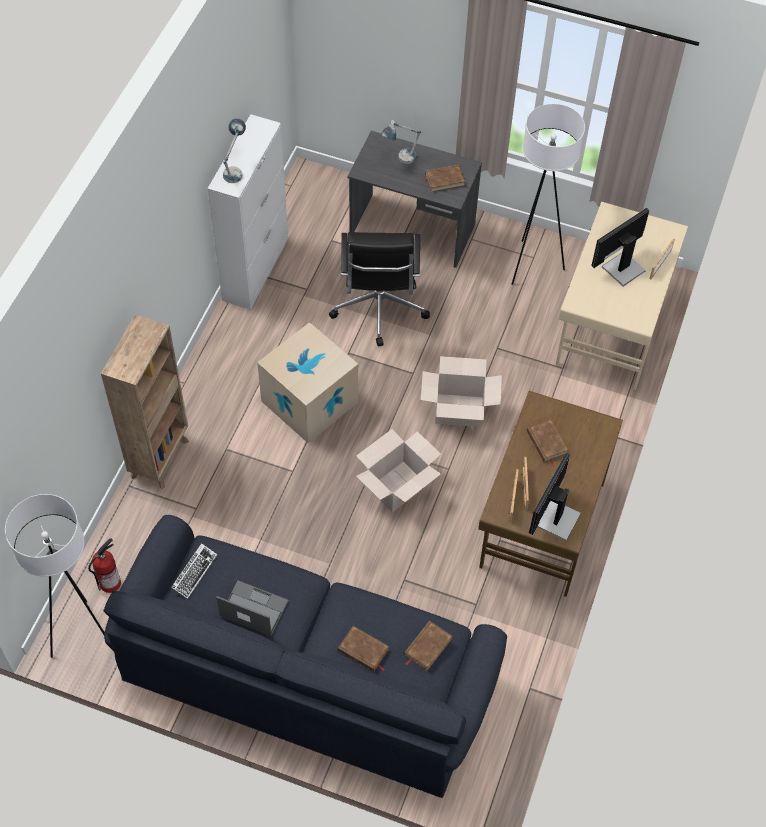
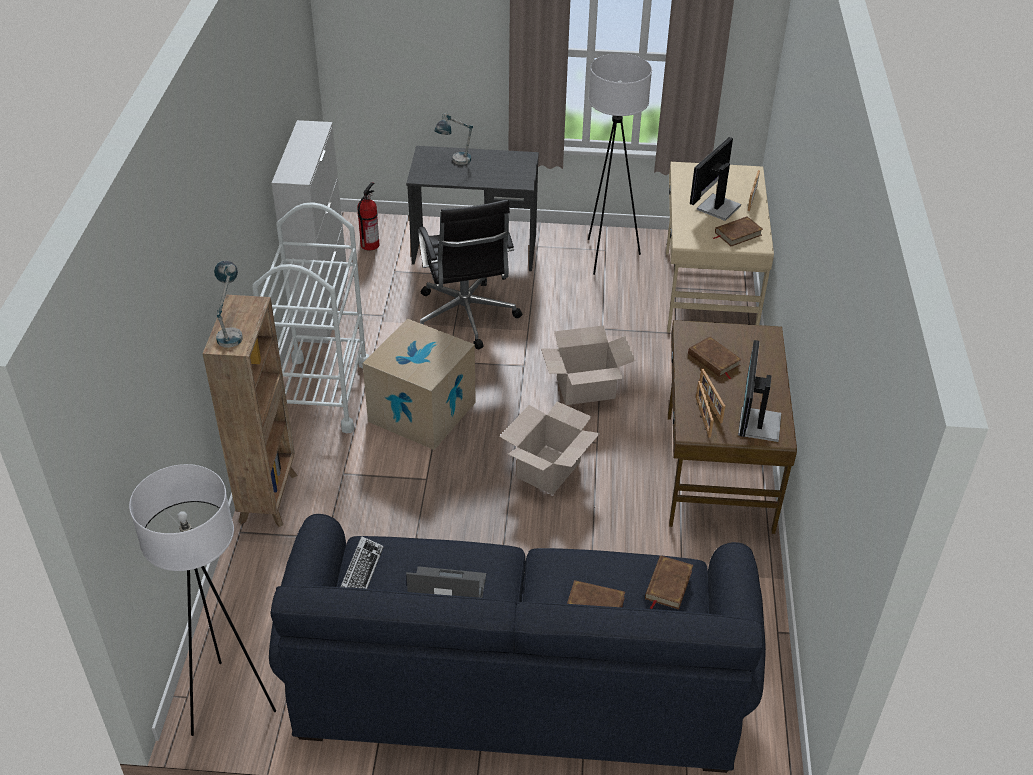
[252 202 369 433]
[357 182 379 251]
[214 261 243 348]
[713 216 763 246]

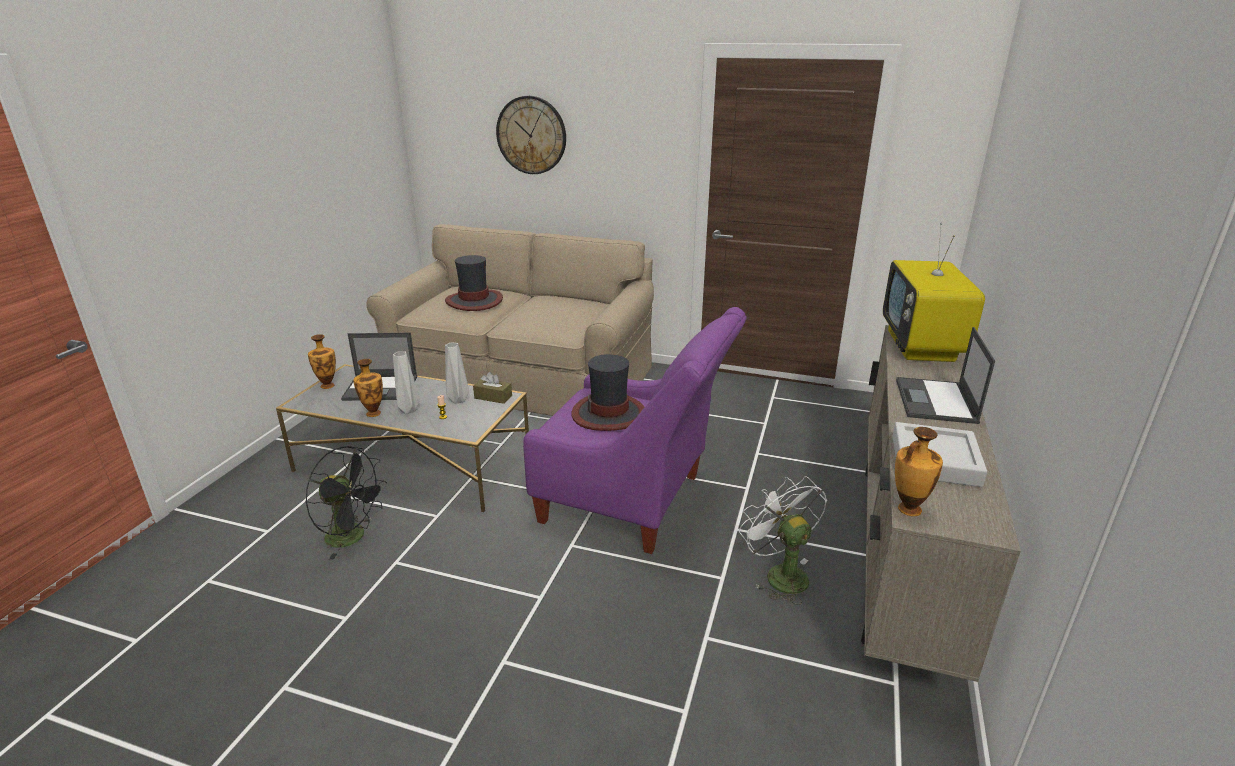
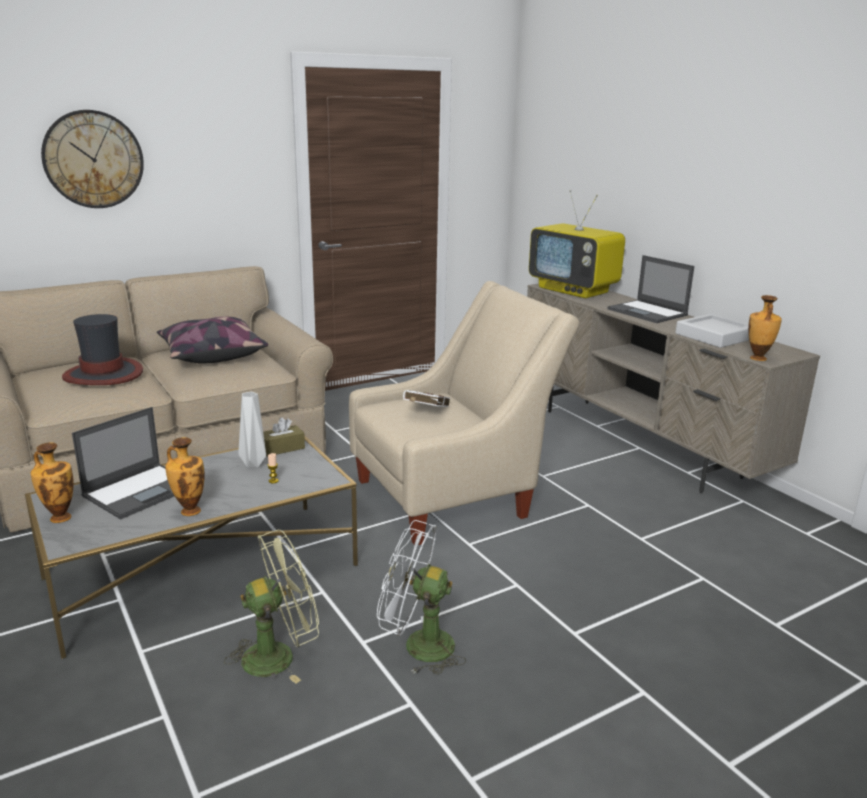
[393 351 420 414] (first image)
[157 317 268 363]
[377 520 466 675]
[403 390 450 407]
[224 529 319 683]
[349 281 580 545]

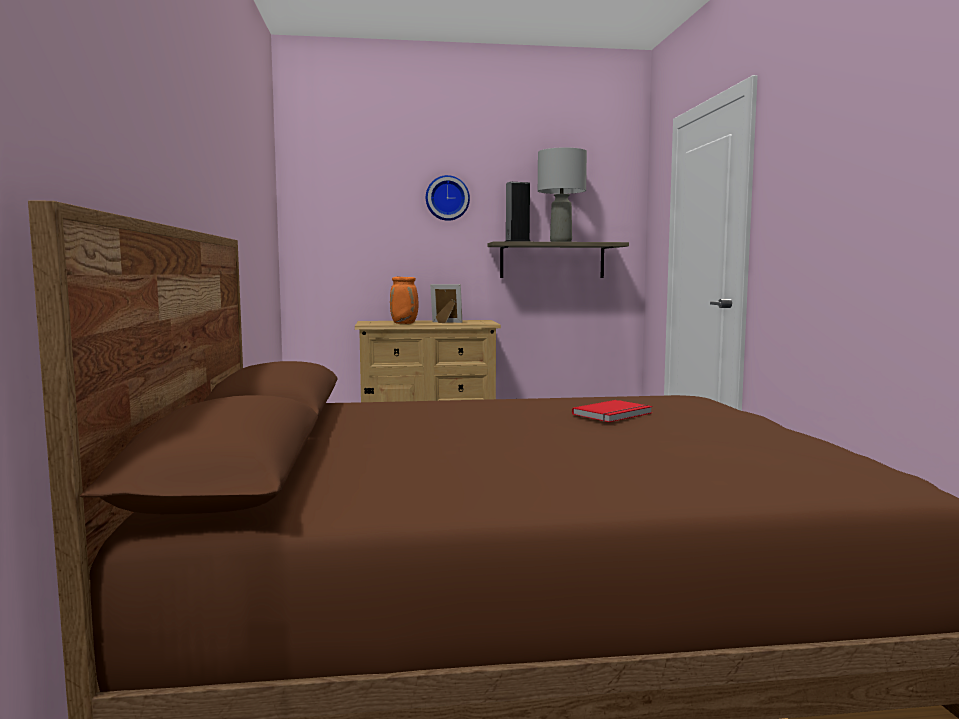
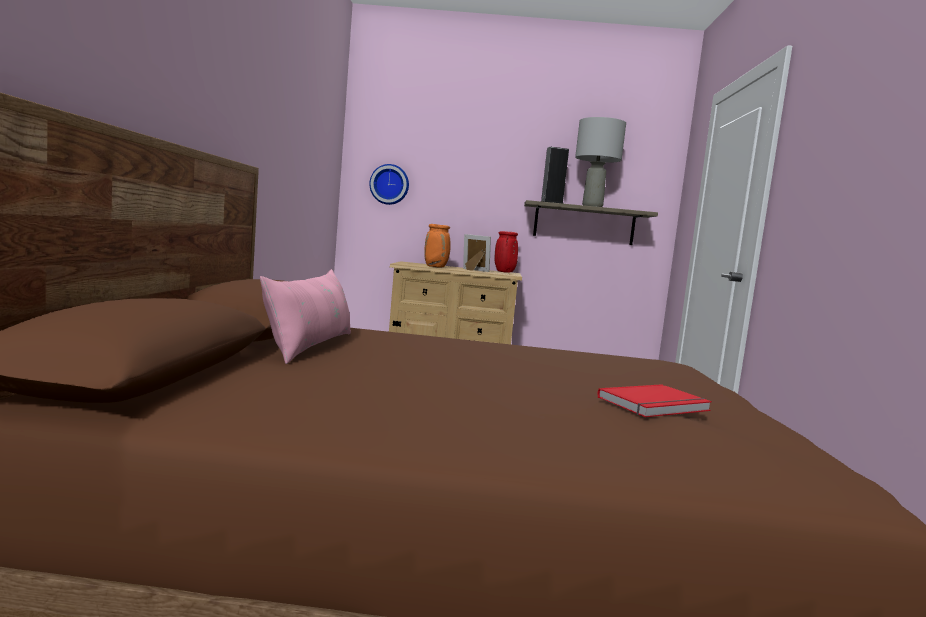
[260 269 351 364]
[494 231 518 272]
[369 164 409 205]
[597 384 712 417]

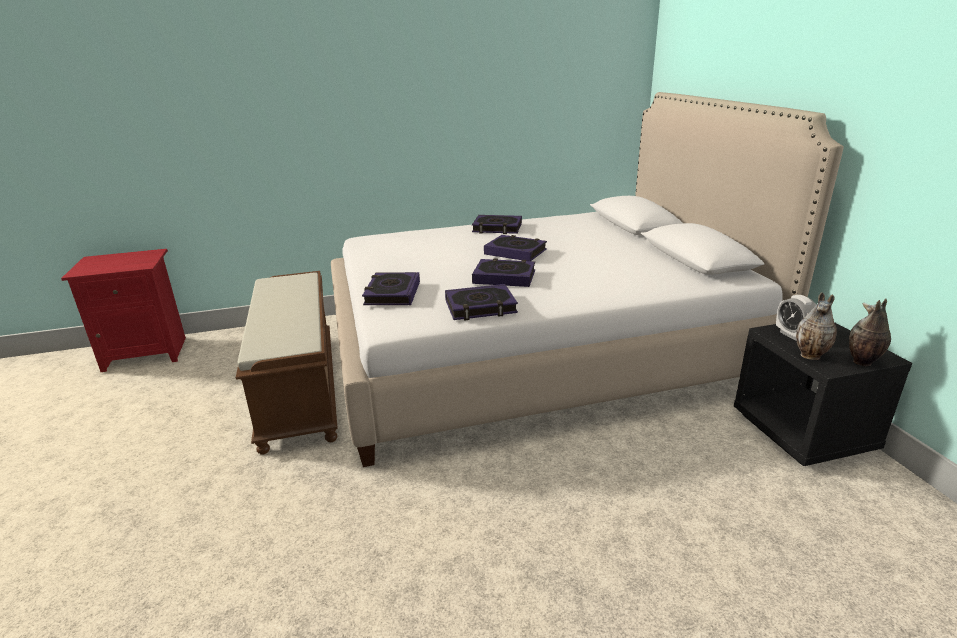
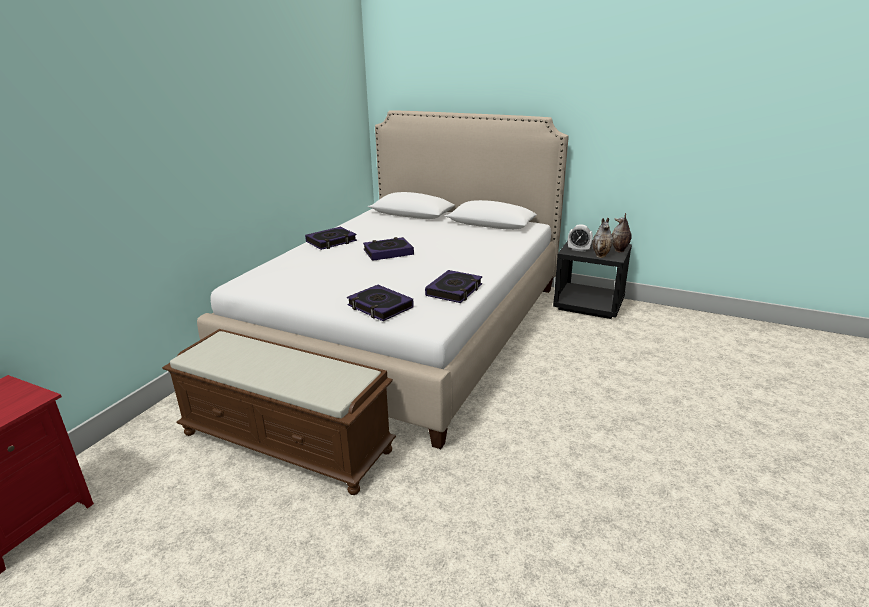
[472 258 535 287] (first image)

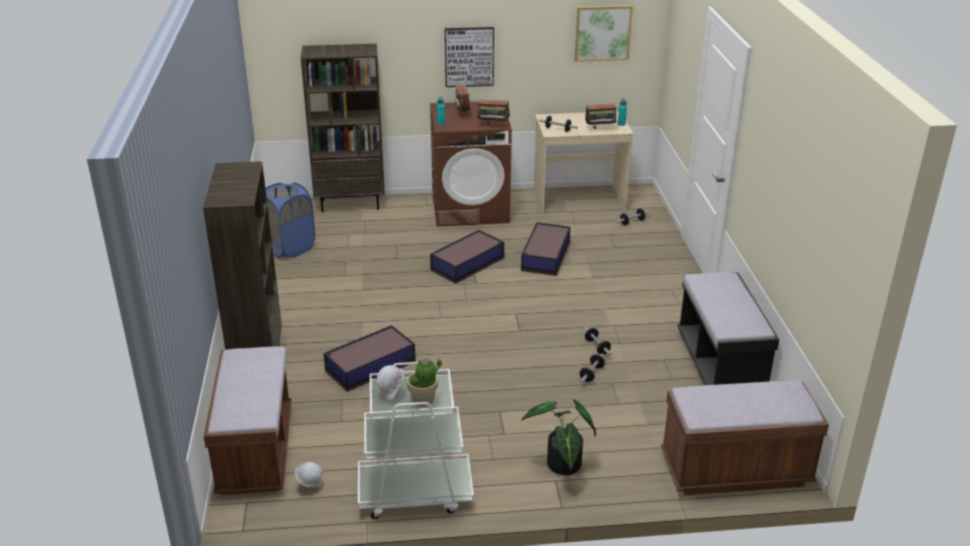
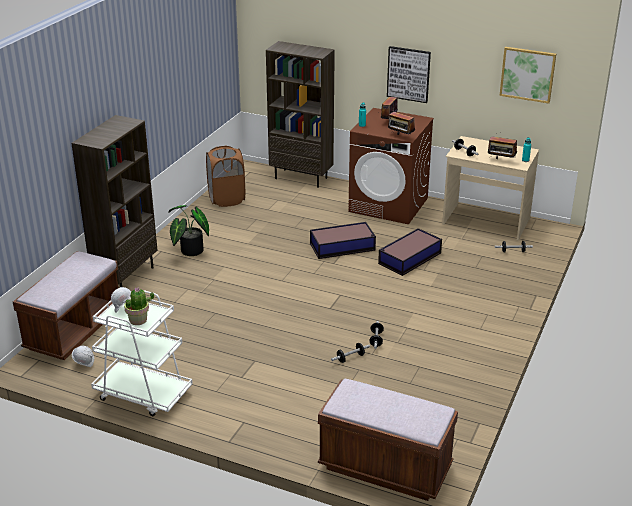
[324 325 416 392] (first image)
[677 272 779 385] (first image)
[168 205 209 256]
[206 146 245 207]

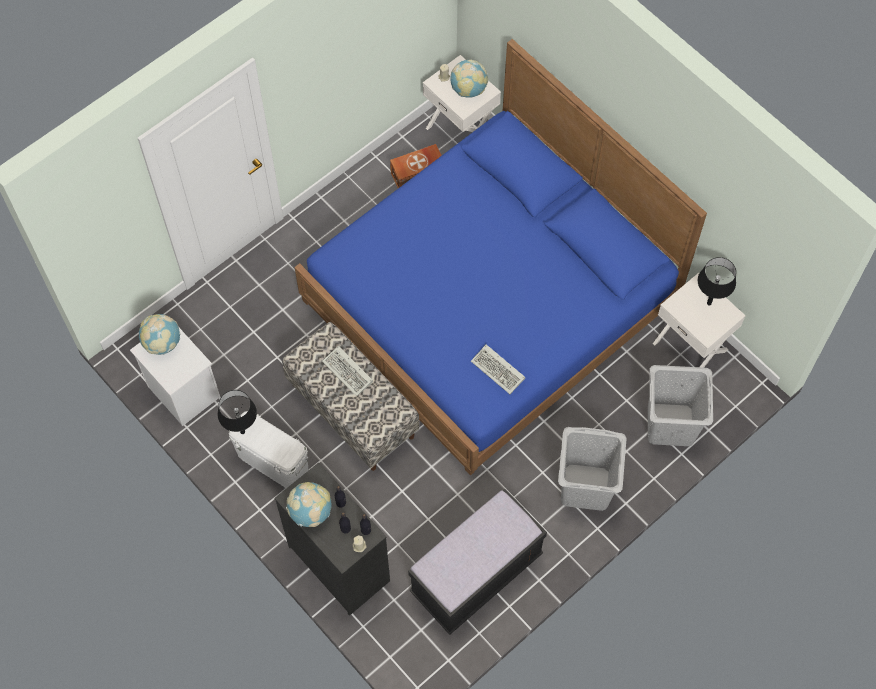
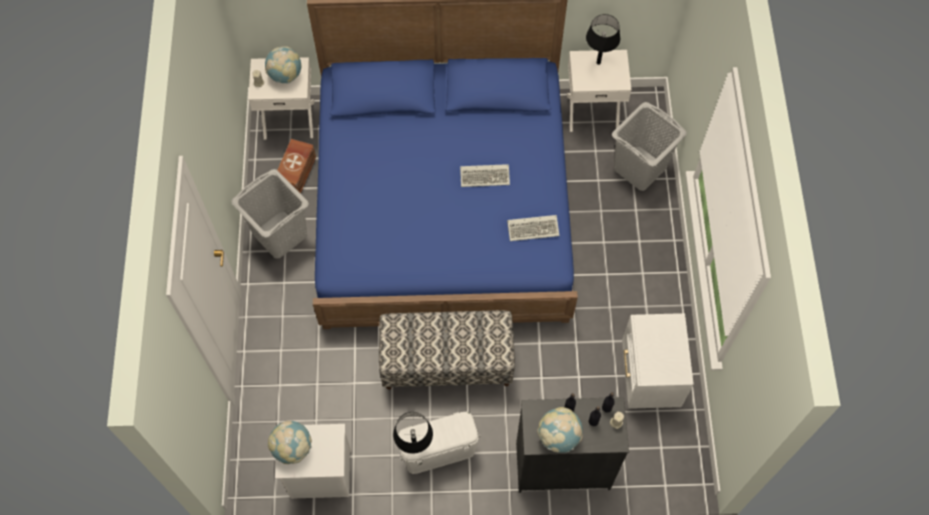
[460 164 510 187]
[231 169 309 259]
[622 313 694 409]

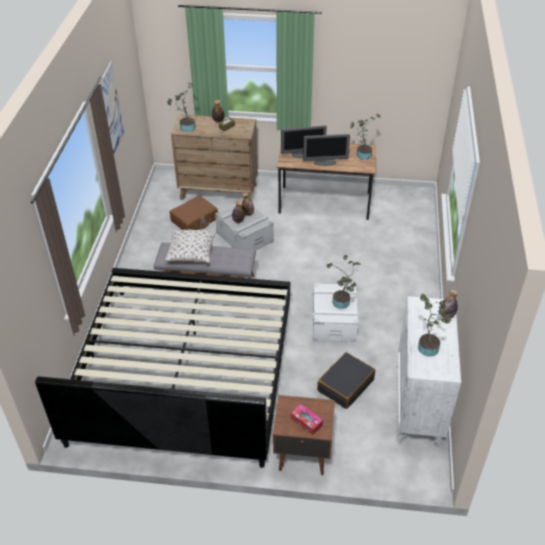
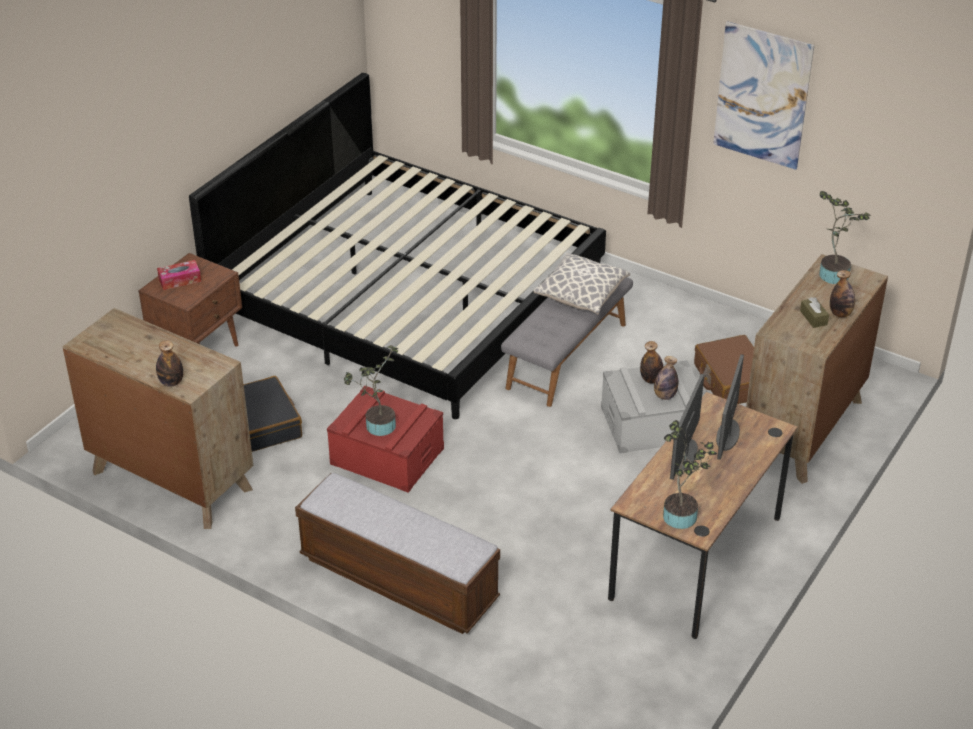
[418 294 451 356] (first image)
[295 473 500 634]
[327 386 444 493]
[62 308 253 529]

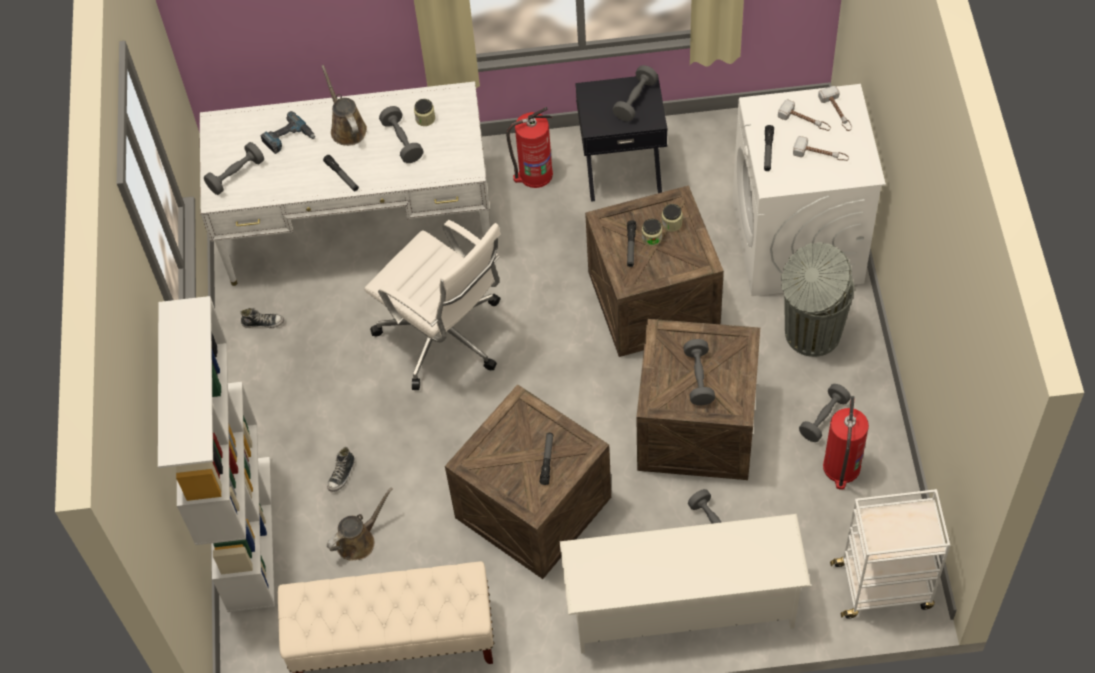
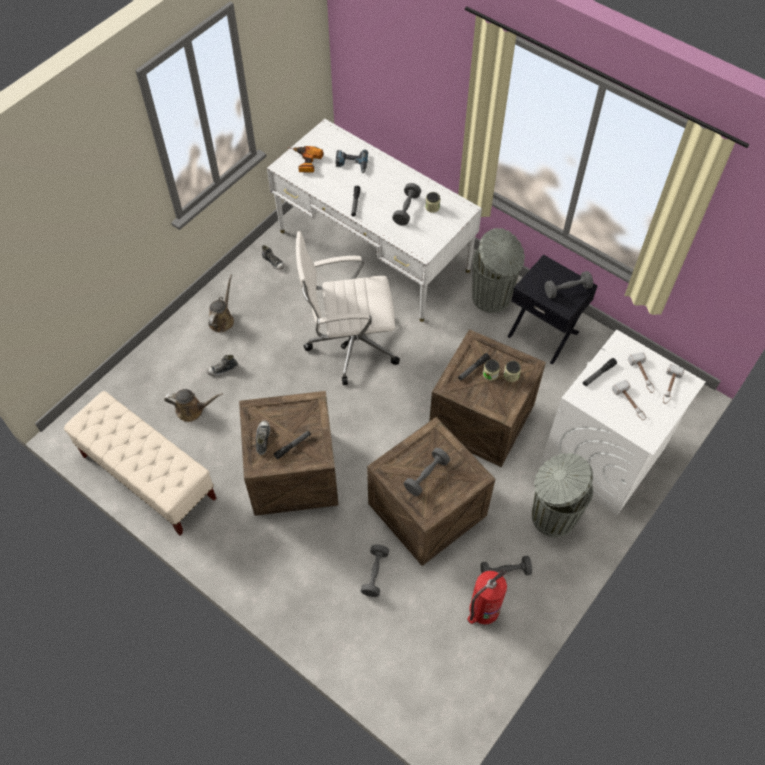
[158 296 275 612] (first image)
[559 514 811 654] (first image)
[830 489 950 619] (first image)
[256 420 270 455]
[208 275 234 333]
[288 146 323 172]
[472 228 525 313]
[296 231 400 385]

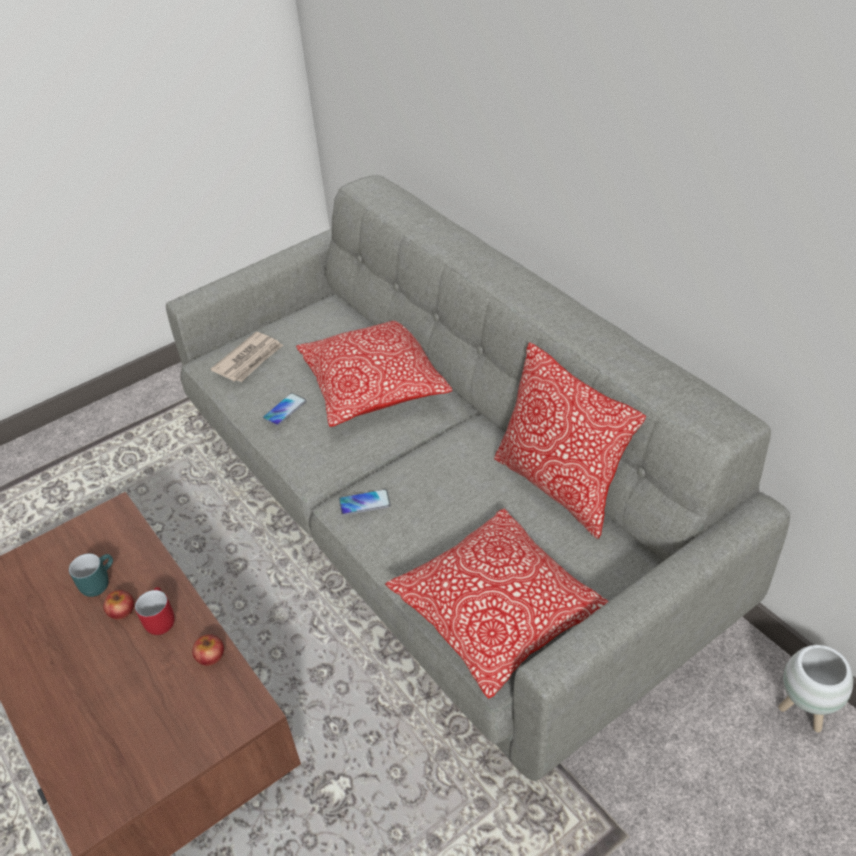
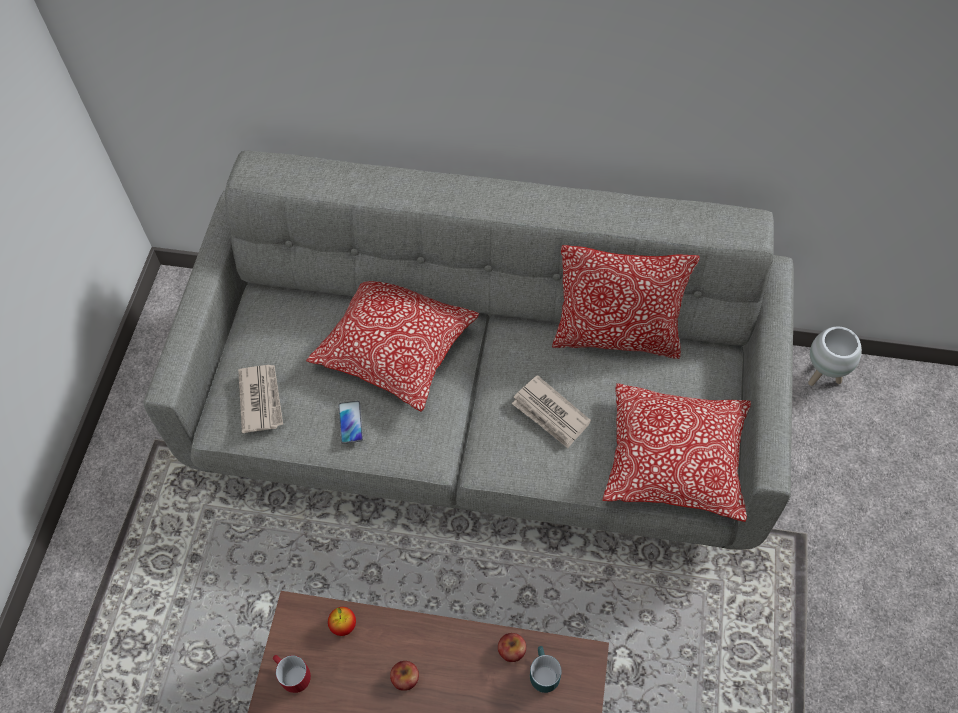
[339 489 391 516] (first image)
[328 607 356 636]
[512 375 591 448]
[530 646 562 693]
[273 655 311 693]

